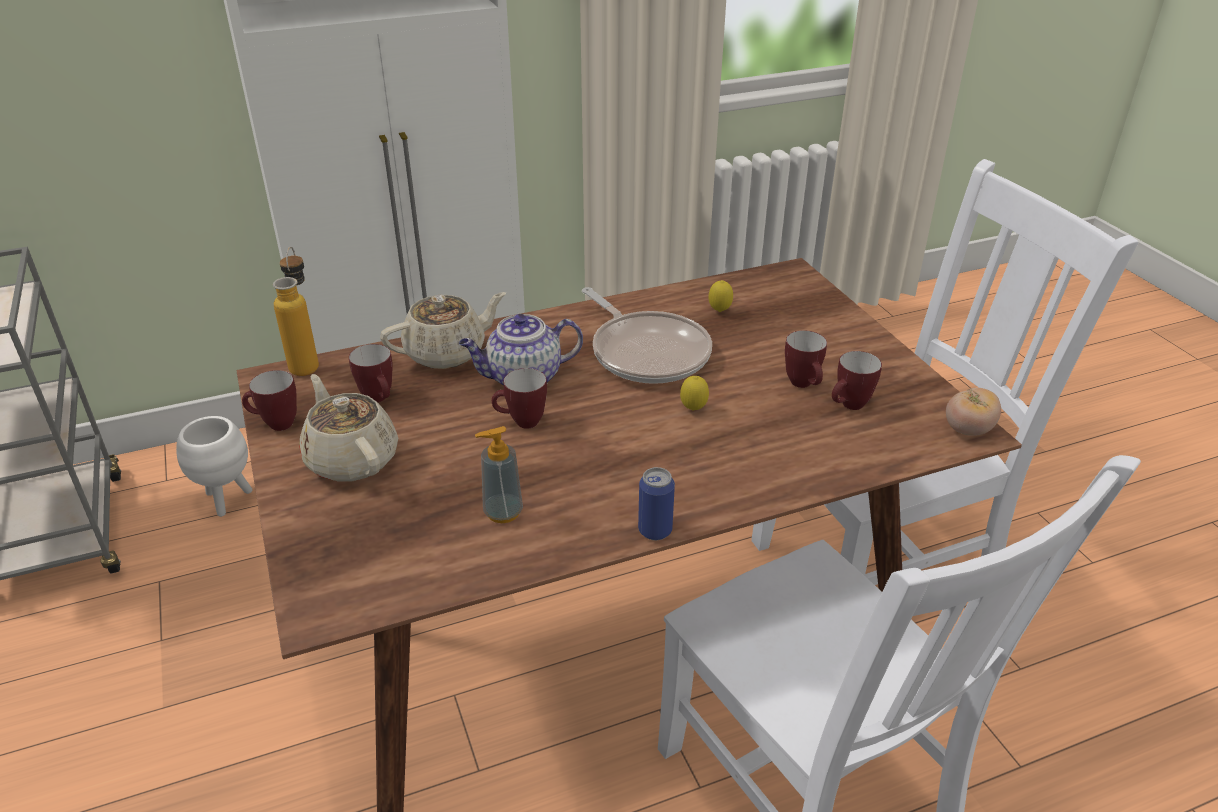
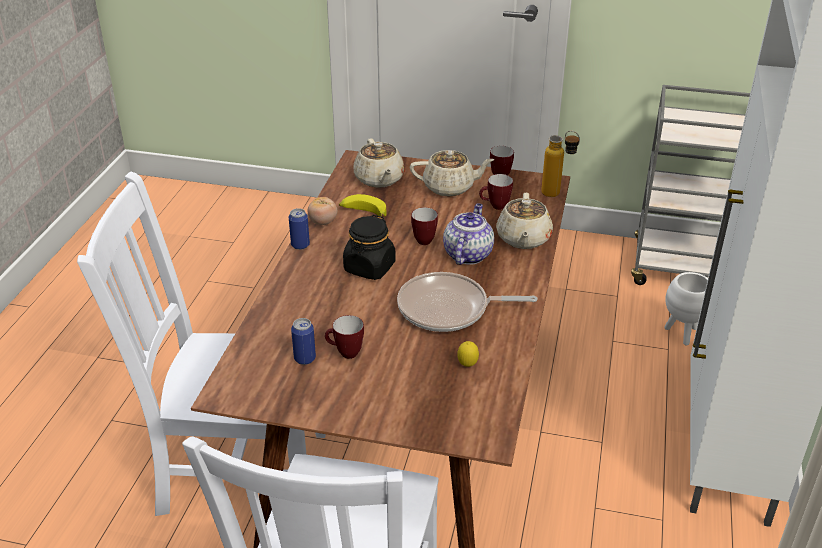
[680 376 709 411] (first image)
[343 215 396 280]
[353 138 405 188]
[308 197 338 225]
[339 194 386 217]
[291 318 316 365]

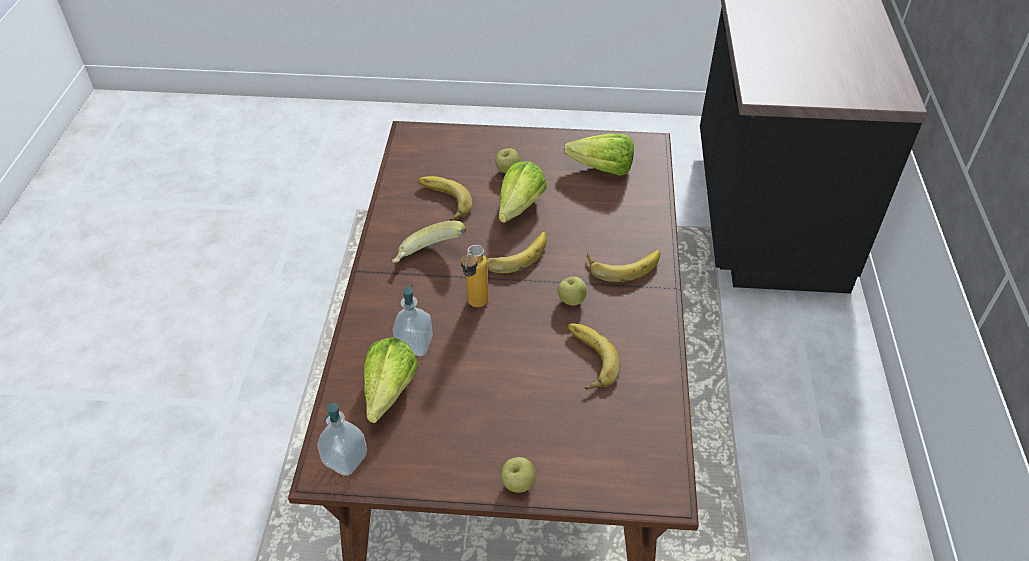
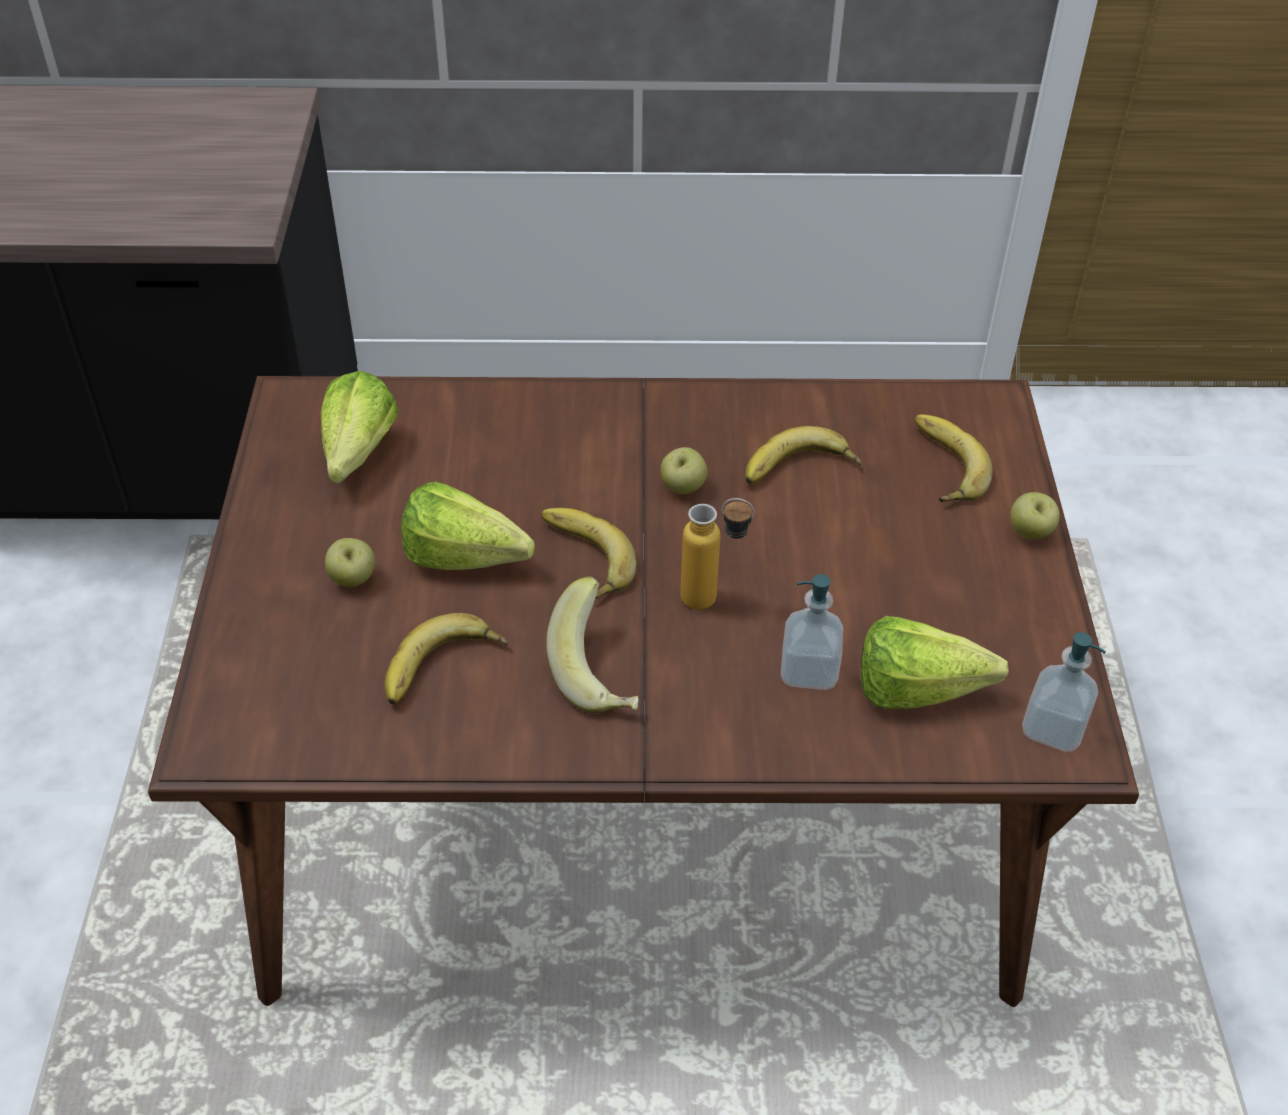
[915 414 993 502]

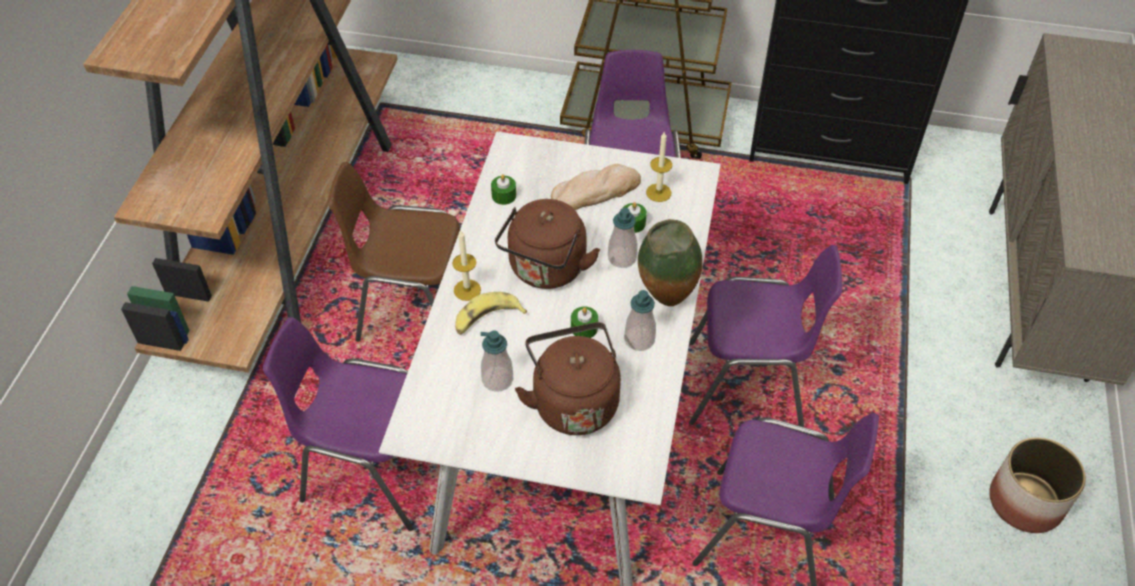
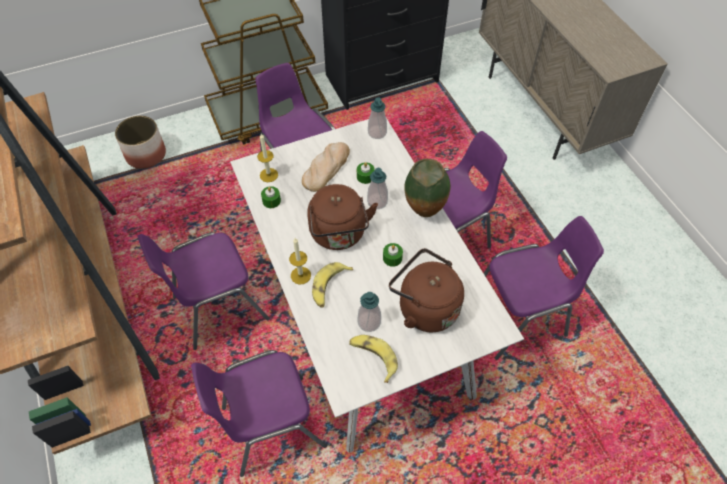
[349 335 398 383]
[368 97 387 139]
[257 134 278 182]
[115 116 166 169]
[138 233 270 350]

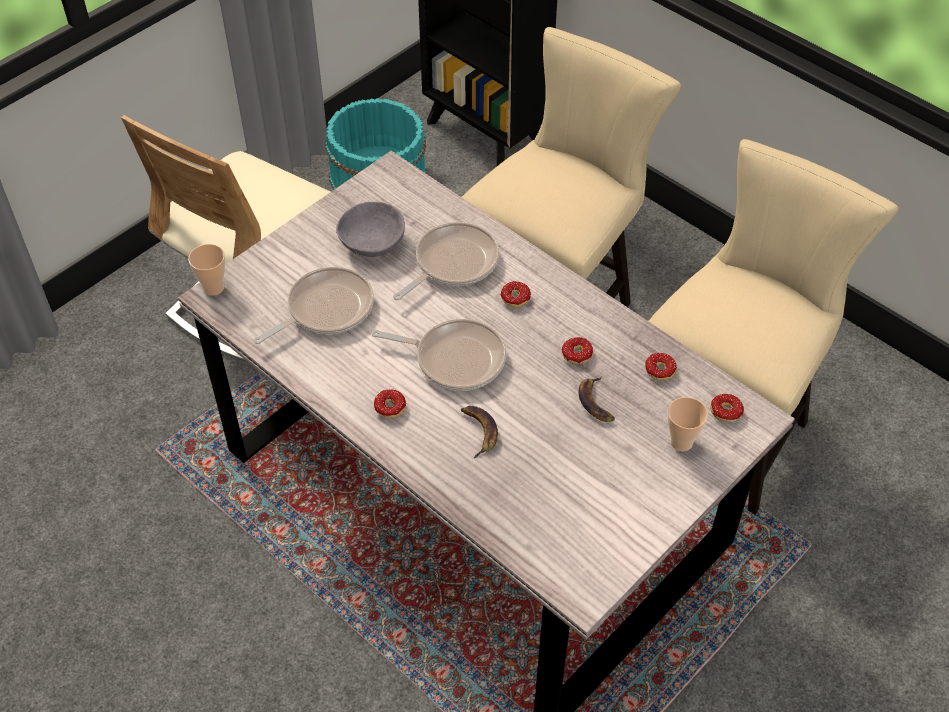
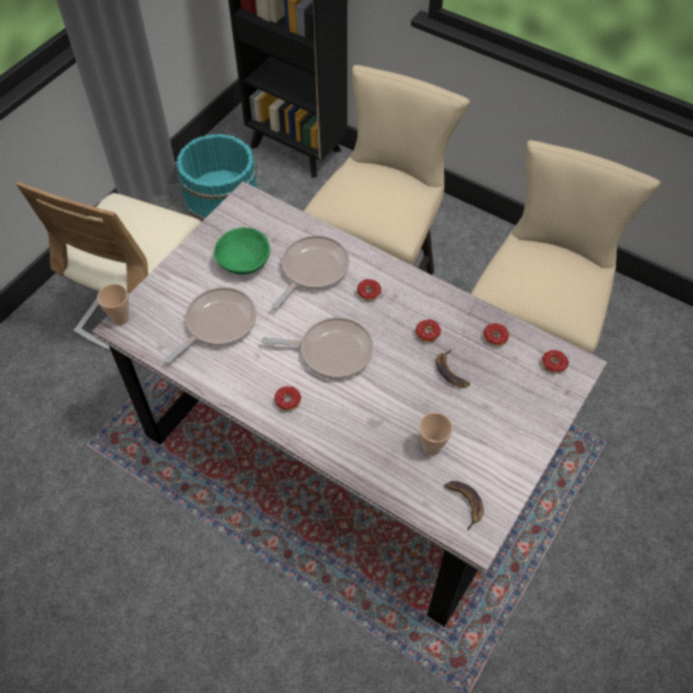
[444 481 484 531]
[419 413 453 455]
[214 227 270 275]

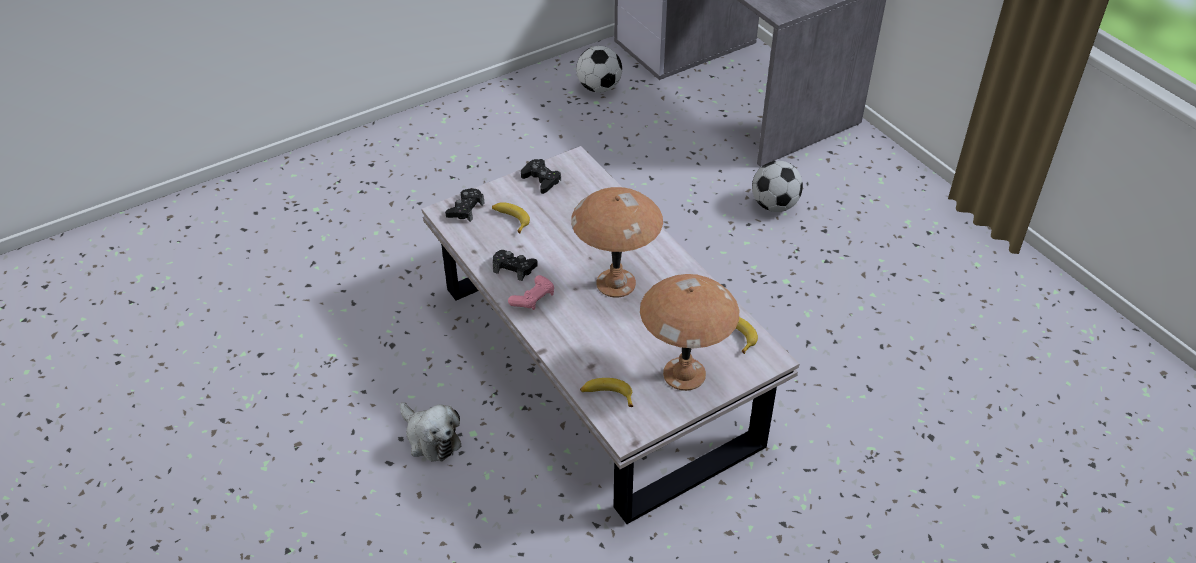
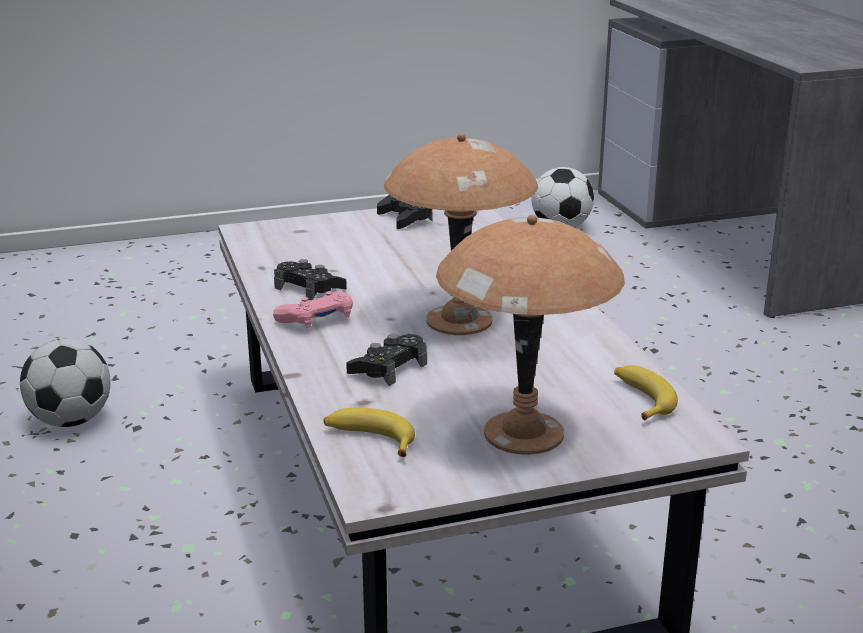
[400 402 461 462] (first image)
[492 202 530 233] (first image)
[346 334 427 386]
[20 339 111 427]

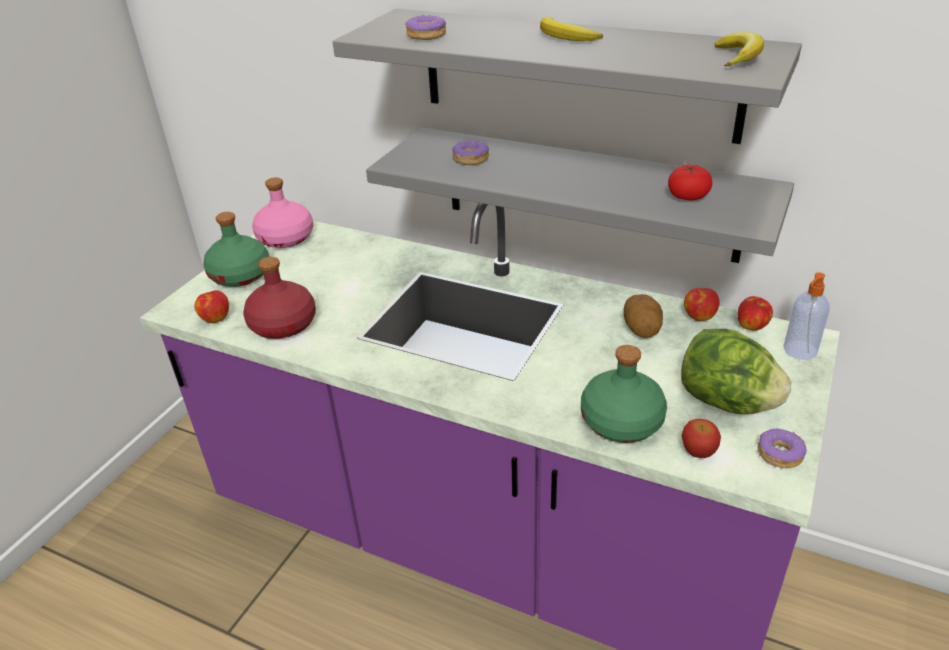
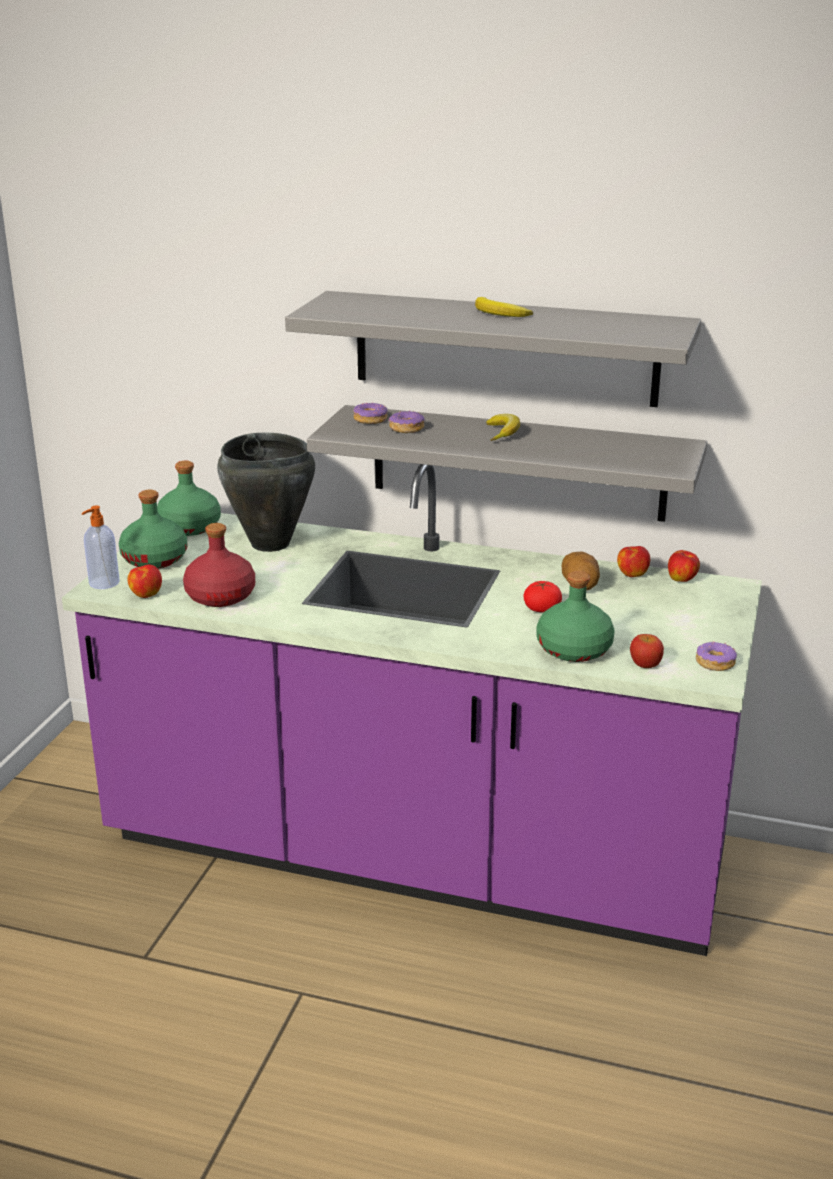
[681 329 791 414] (first image)
[217 432 315 552]
[353 403 388 424]
[523 581 562 612]
[486 414 520 441]
[82 506 120 589]
[157 461 221 536]

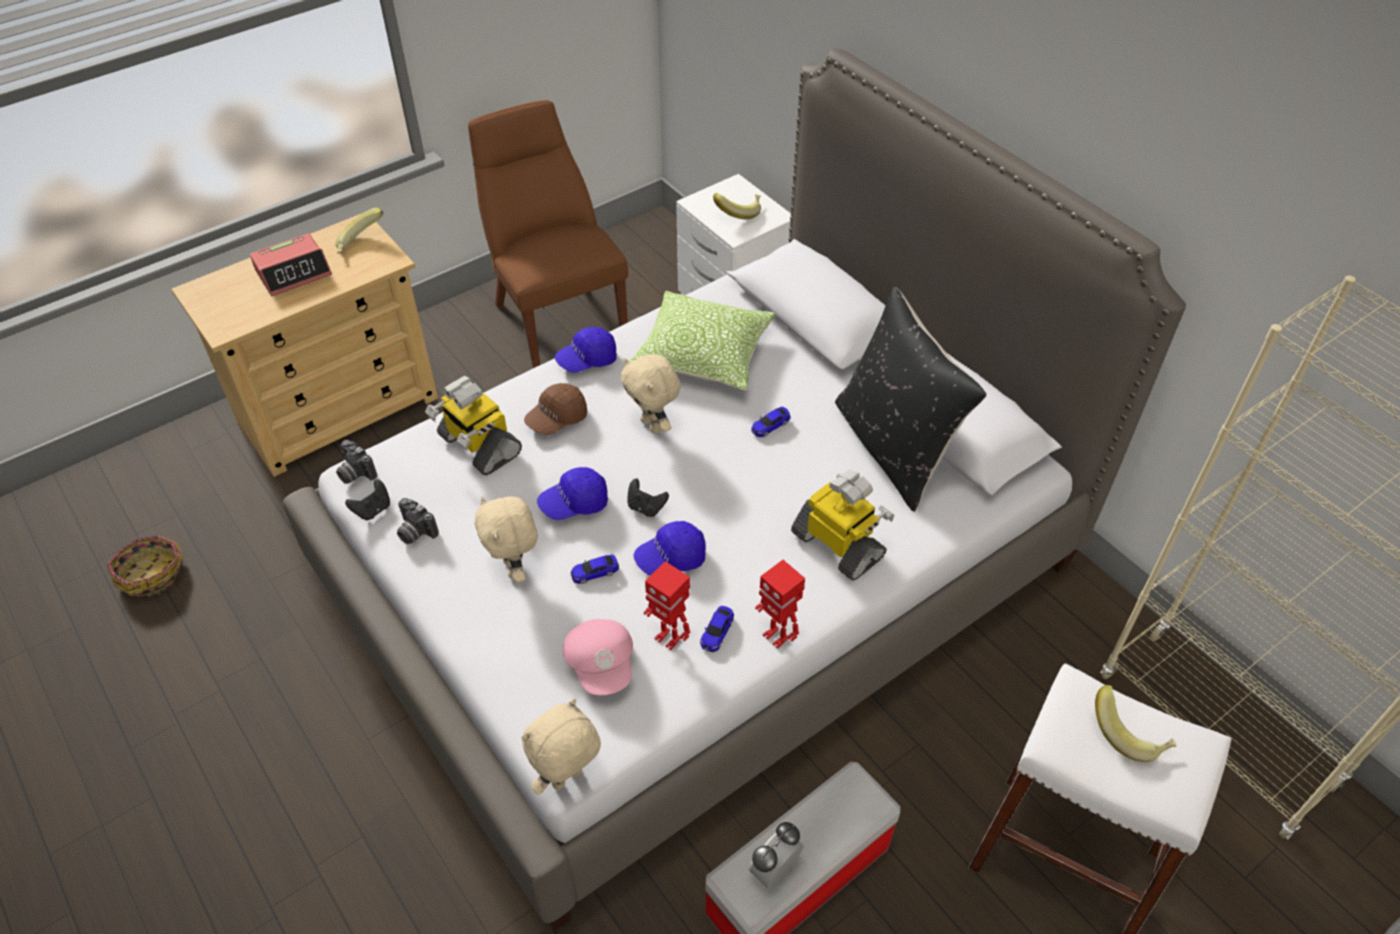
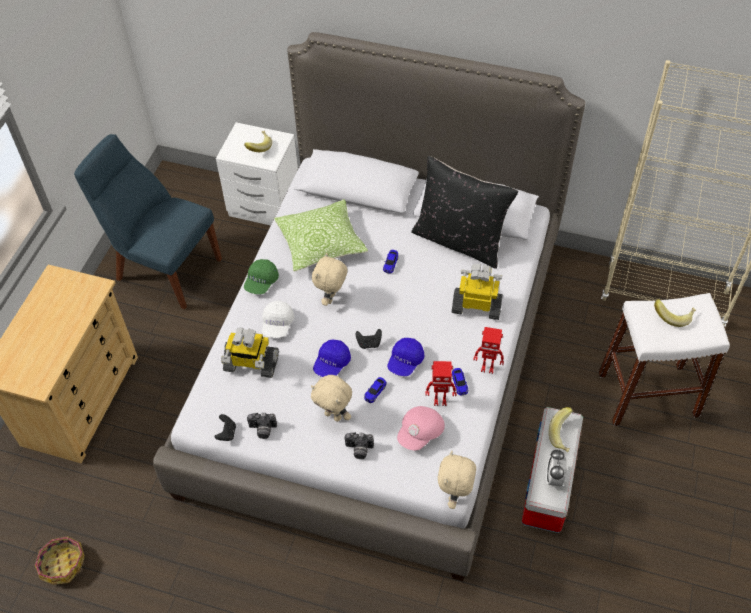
[250 233 332 296] (first image)
[549 407 573 452]
[345 432 374 459]
[74 134 222 309]
[262 300 294 338]
[244 259 279 294]
[397 406 445 450]
[312 253 348 306]

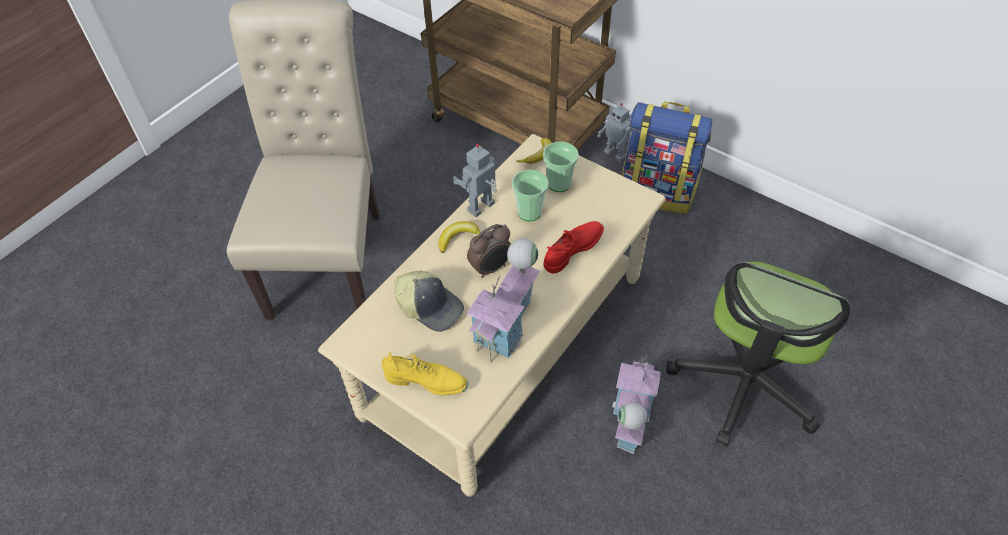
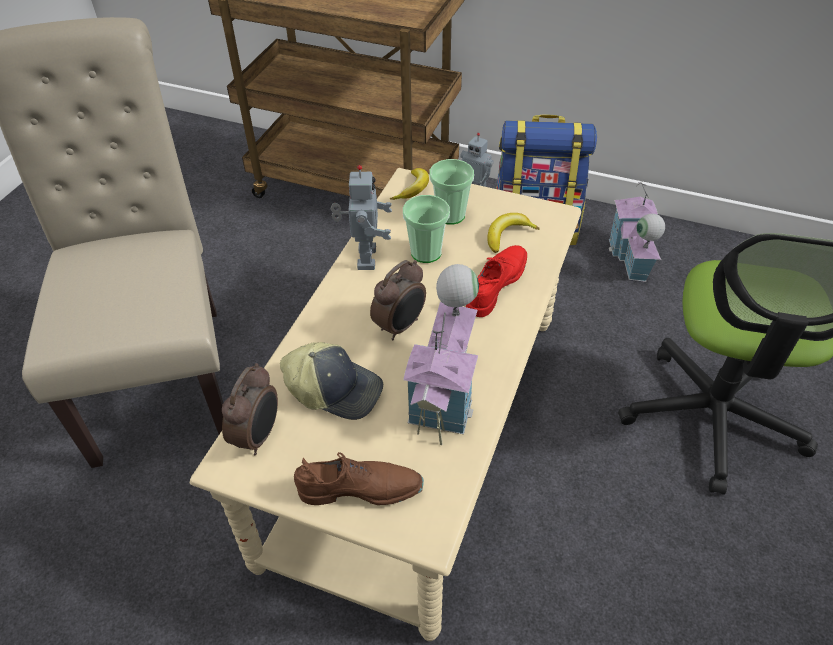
[222 363 278 455]
[487 213 540 253]
[609 179 665 282]
[294 452 424 505]
[331 165 392 270]

